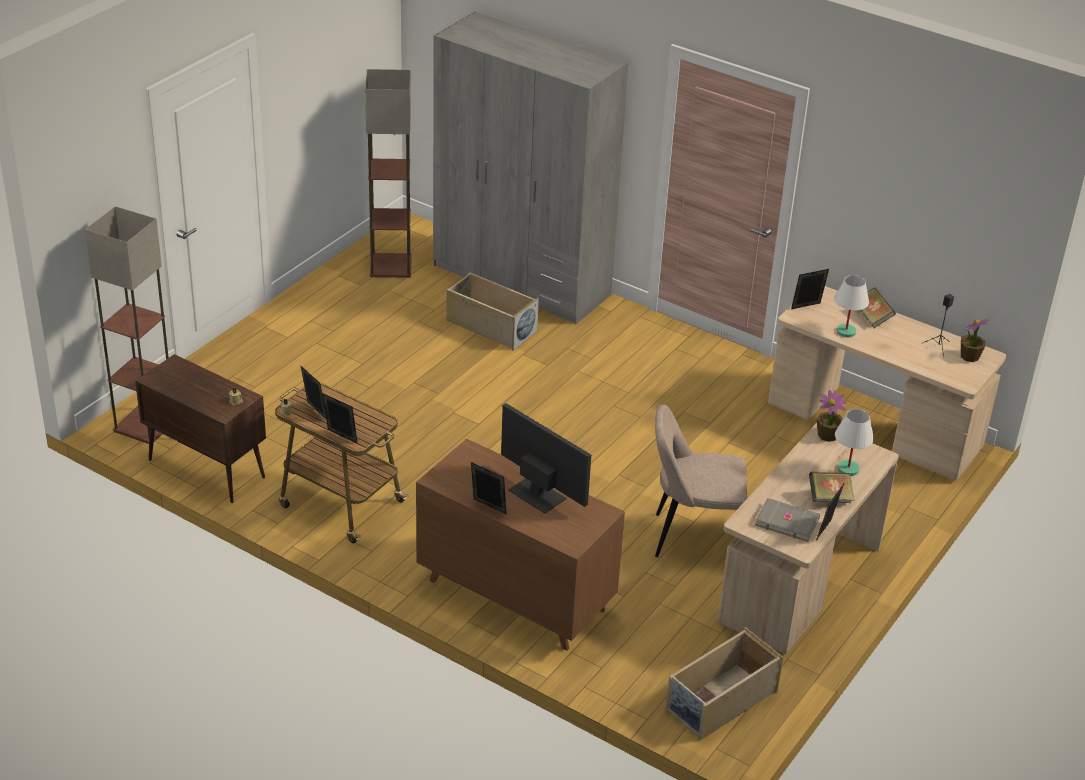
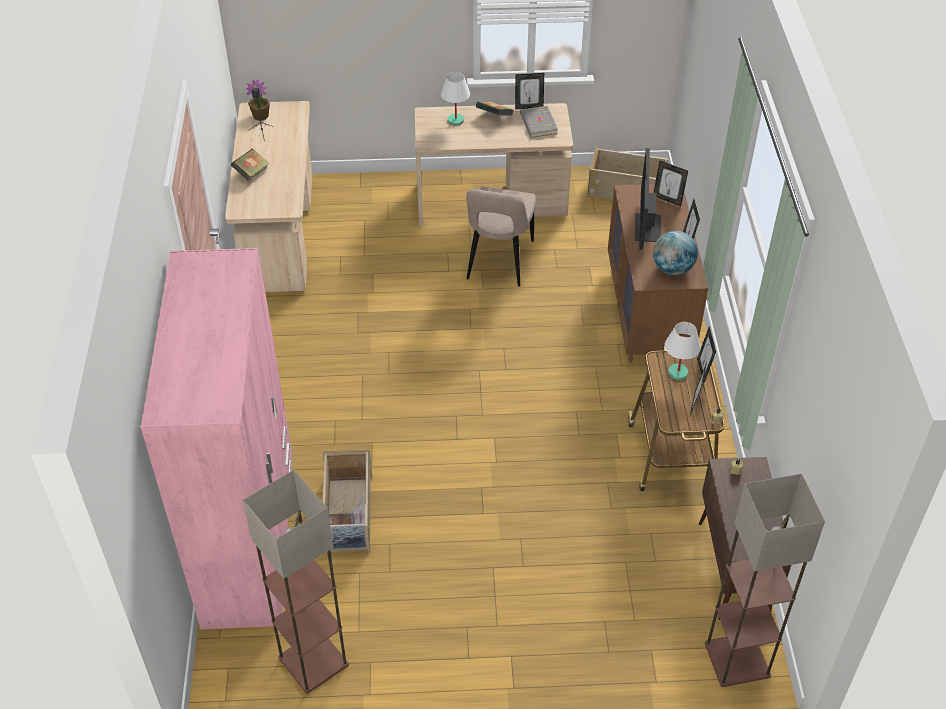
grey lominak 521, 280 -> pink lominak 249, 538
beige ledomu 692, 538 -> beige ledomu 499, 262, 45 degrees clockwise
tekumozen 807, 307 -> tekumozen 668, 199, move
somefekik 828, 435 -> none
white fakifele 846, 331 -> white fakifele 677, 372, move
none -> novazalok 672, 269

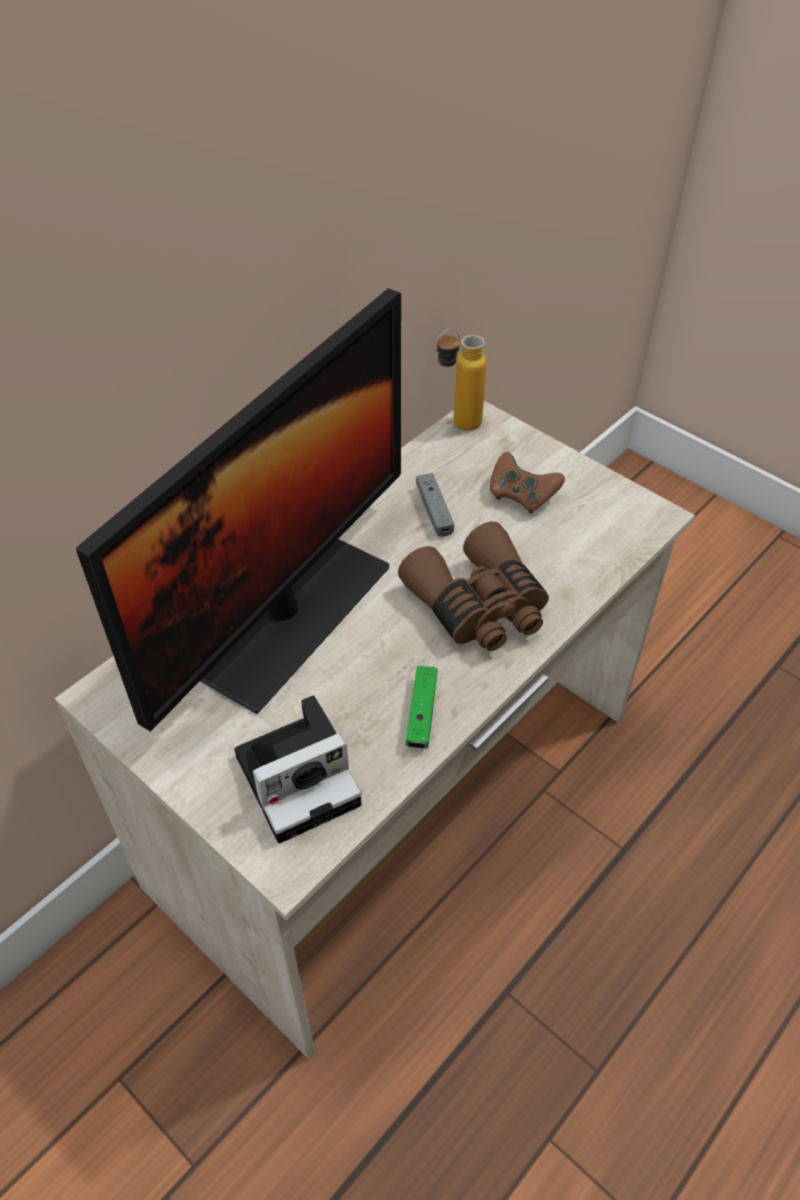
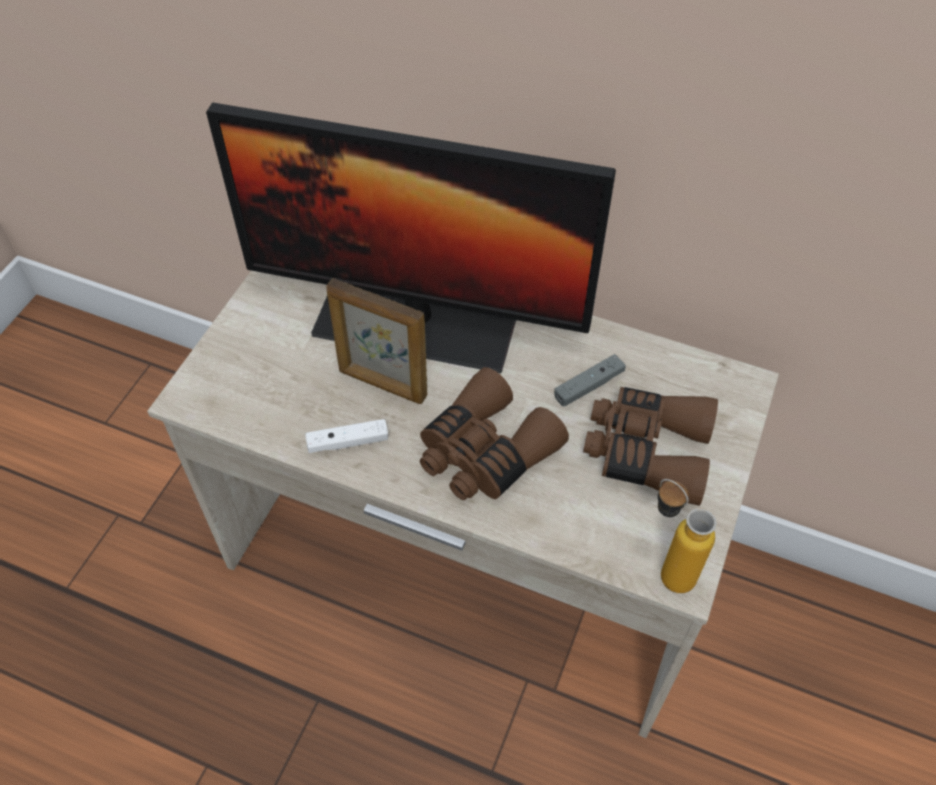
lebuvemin 301, 776 -> none
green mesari 421, 713 -> white mesari 348, 442
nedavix 456, 426 -> nedavix 665, 568, move
brown mesari 521, 496 -> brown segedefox 646, 451
none -> tekumozen 382, 384

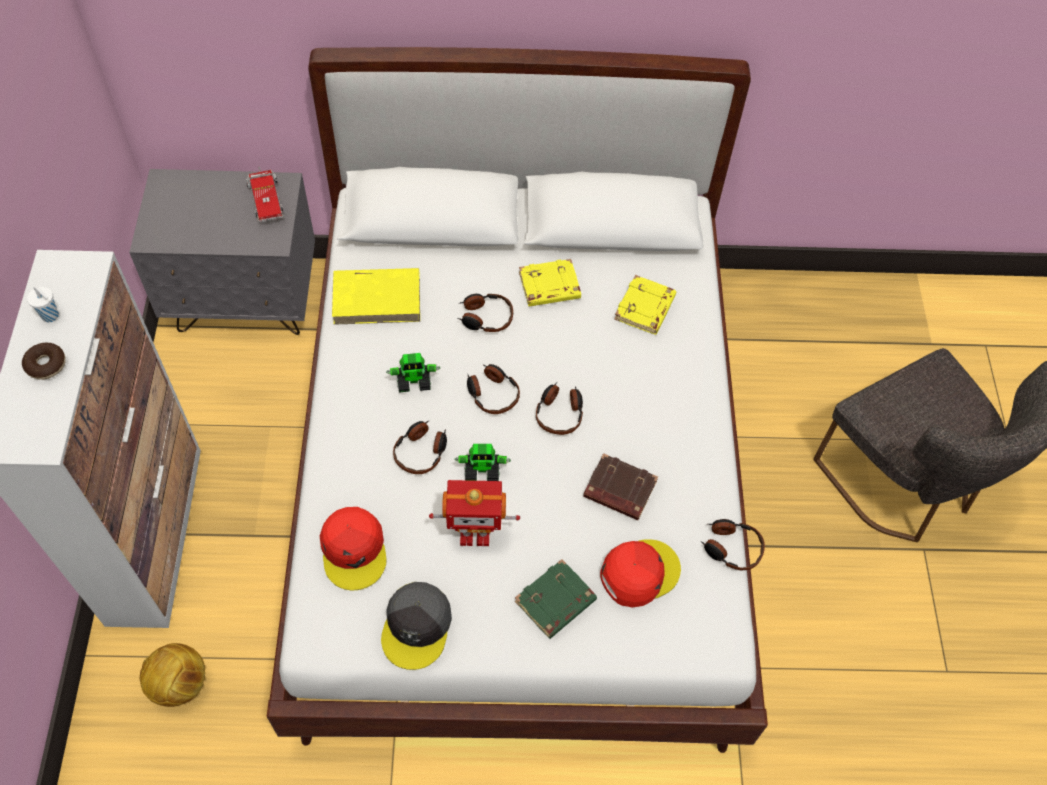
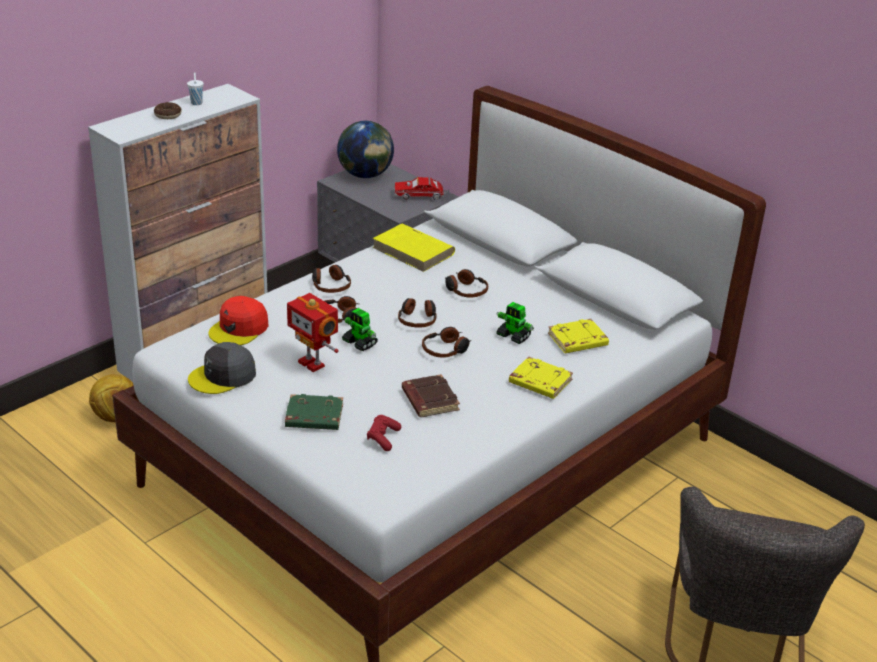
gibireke 265, 199 -> gibireke 421, 196, 60 degrees clockwise
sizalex 414, 381 -> sizalex 513, 336, move
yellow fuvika 549, 287 -> yellow fuvika 539, 382, move
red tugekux 639, 573 -> red mesari 383, 438
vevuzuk 731, 547 -> vevuzuk 330, 285, move
none -> novazalok 365, 175

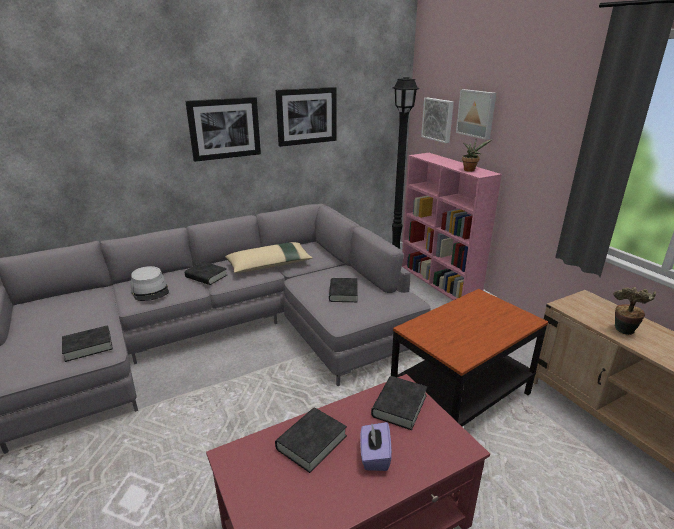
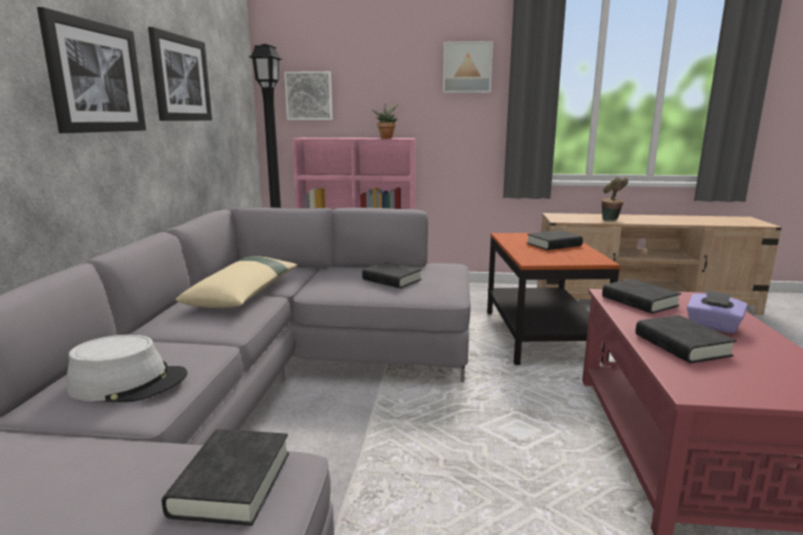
black fuvika 206, 276 -> black fuvika 554, 245, move
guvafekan 476, 113 -> guvafekan 467, 67, move

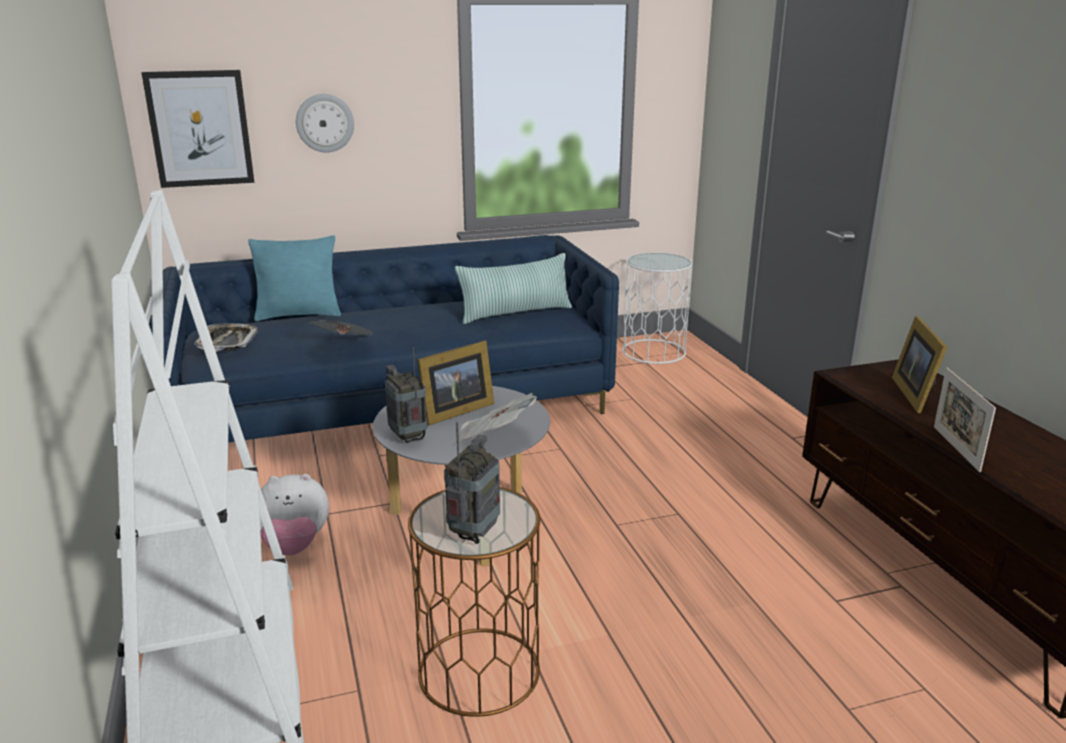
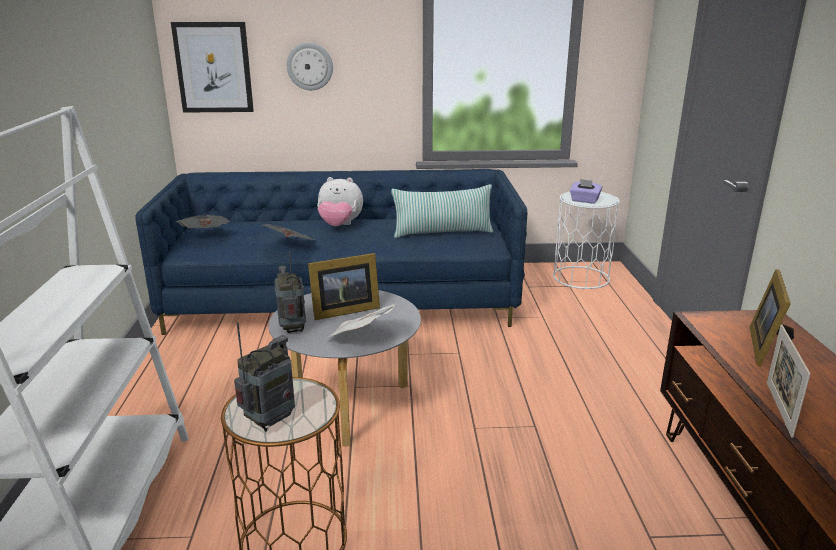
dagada 227, 342 -> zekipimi 206, 235
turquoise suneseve 299, 315 -> none
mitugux 295, 545 -> mitugux 340, 226, move
none -> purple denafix 584, 201

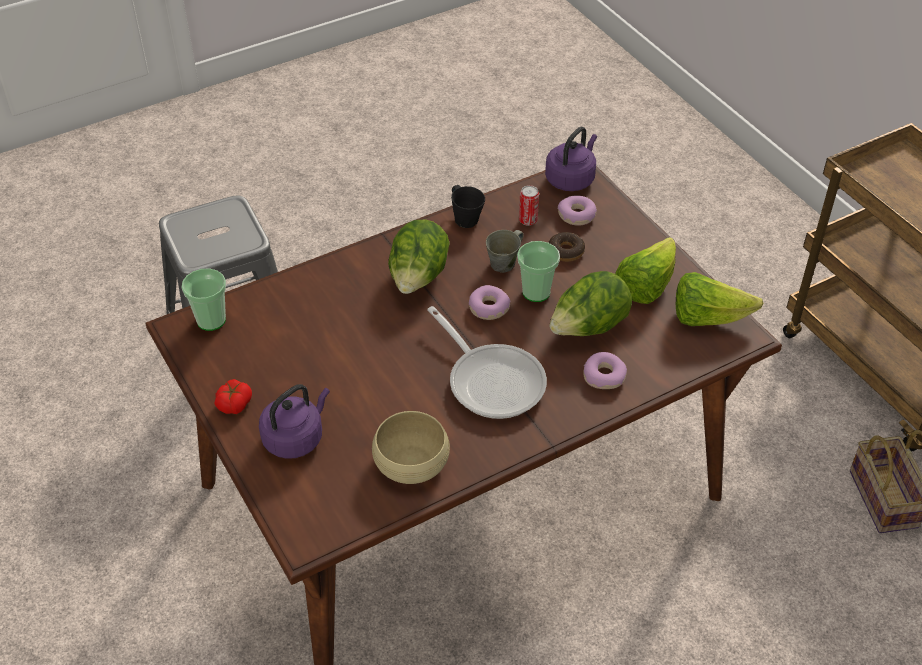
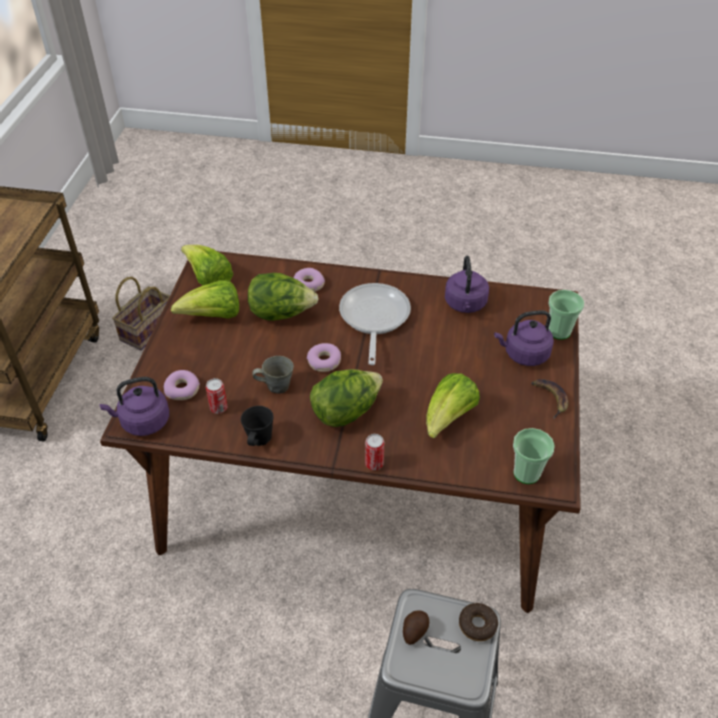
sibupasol 234, 404 -> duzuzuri 550, 398
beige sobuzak 411, 462 -> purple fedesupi 465, 305
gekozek 536, 292 -> gekozek 559, 331, move
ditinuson 566, 251 -> ditinuson 477, 625, move
none -> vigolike 374, 464
none -> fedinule 414, 630
none -> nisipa 448, 418

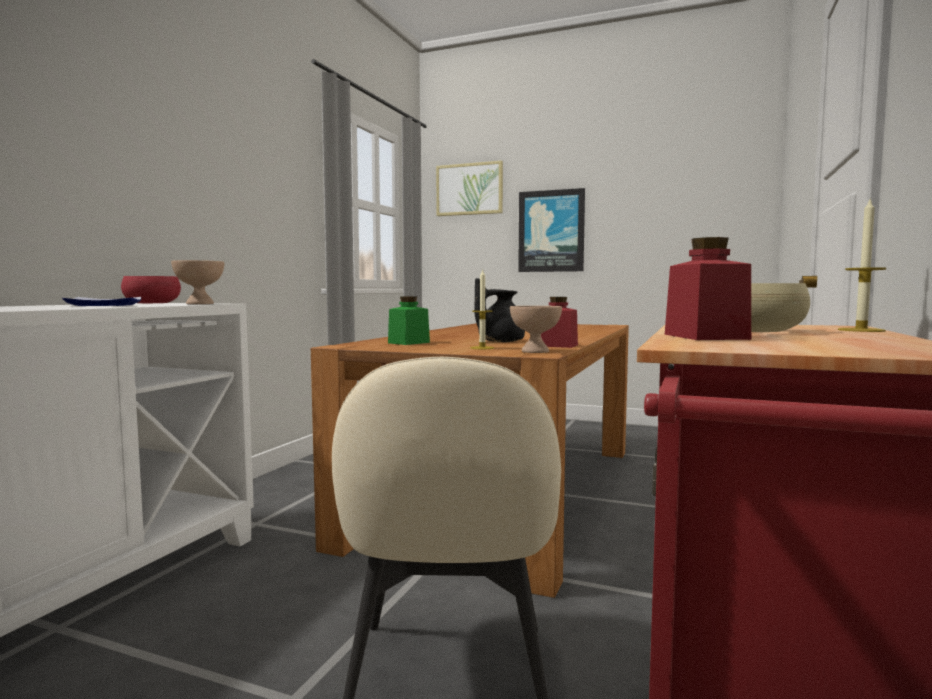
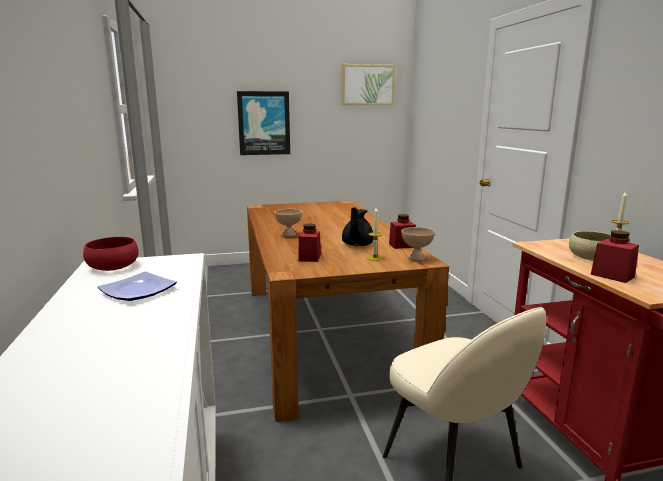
beige sobuzak 199, 304 -> beige sobuzak 289, 235, move
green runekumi 409, 343 -> red runekumi 309, 257
guvafekan 469, 189 -> guvafekan 367, 85, move

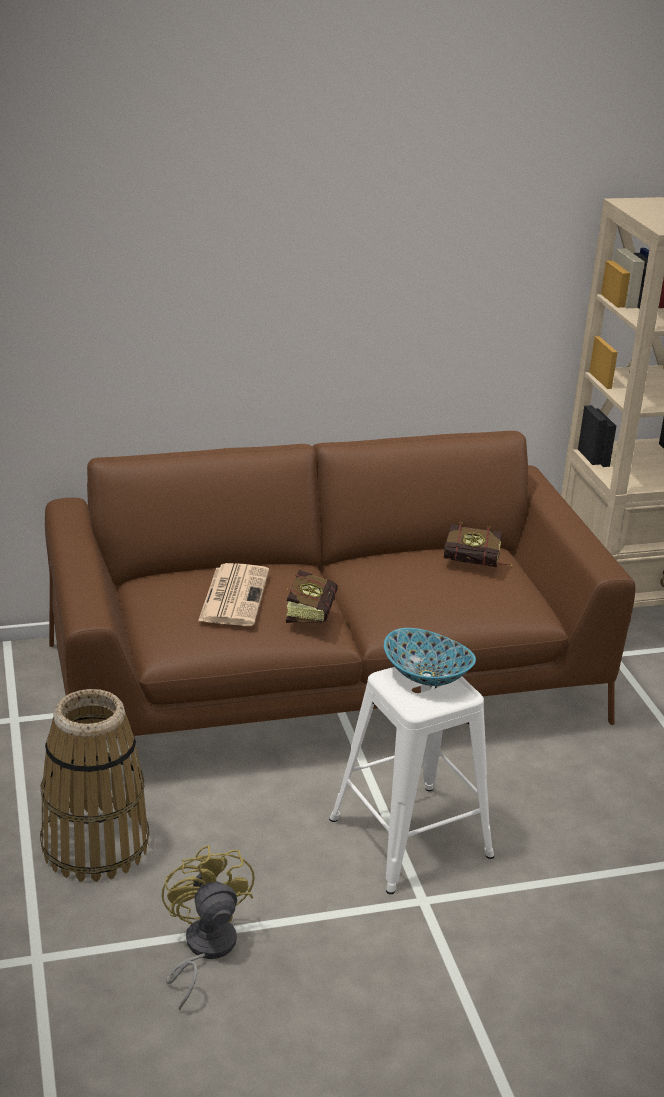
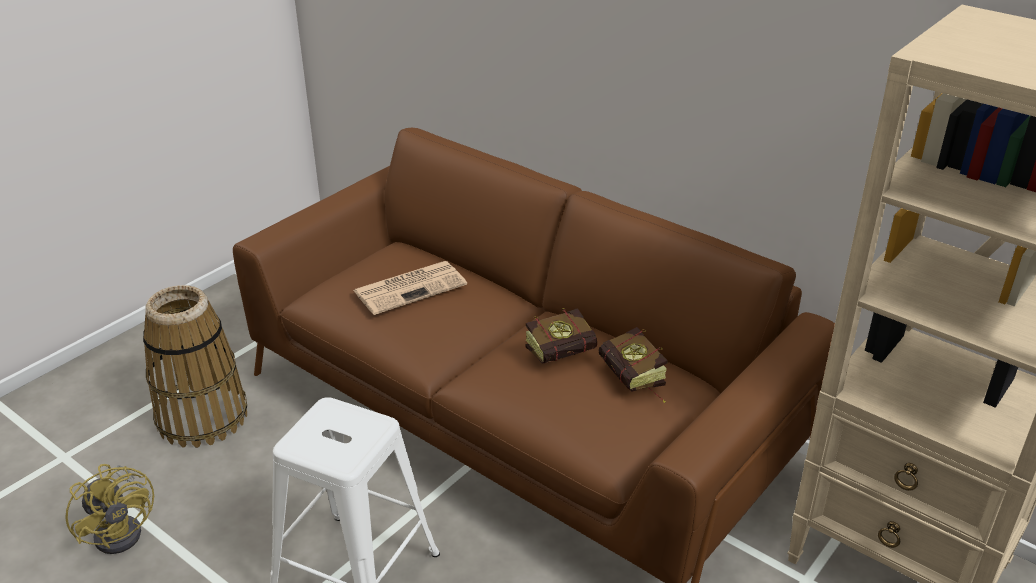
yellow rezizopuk 203, 949 -> yellow rezizopuk 124, 529, 105 degrees clockwise
fuvika 311, 612 -> fuvika 567, 353, move
sobuzak 427, 675 -> none

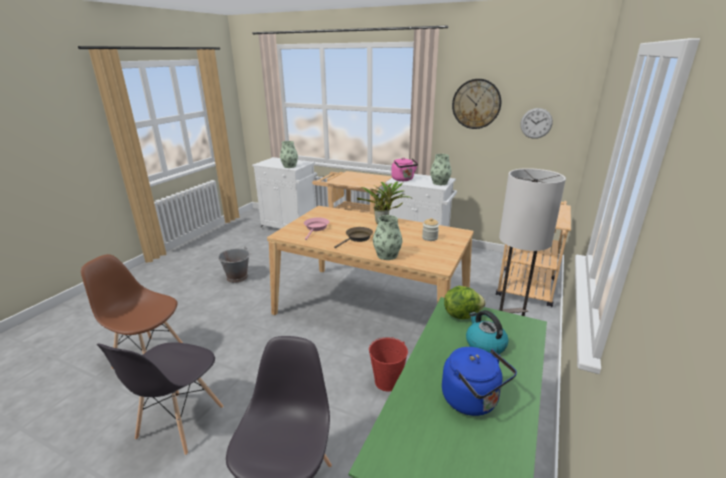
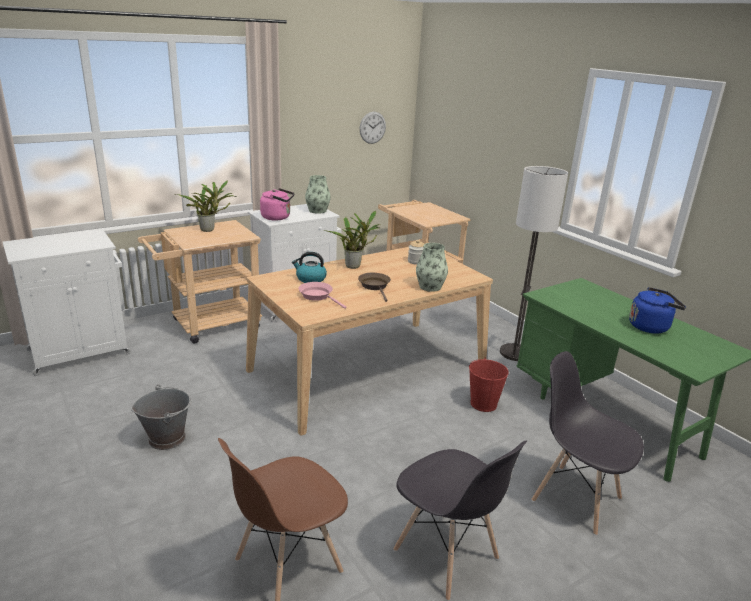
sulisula 289, 166 -> none
nisipa 461, 314 -> none
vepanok 476, 104 -> none
fedesupi 484, 344 -> fedesupi 310, 279, move
none -> somefekik 209, 230

